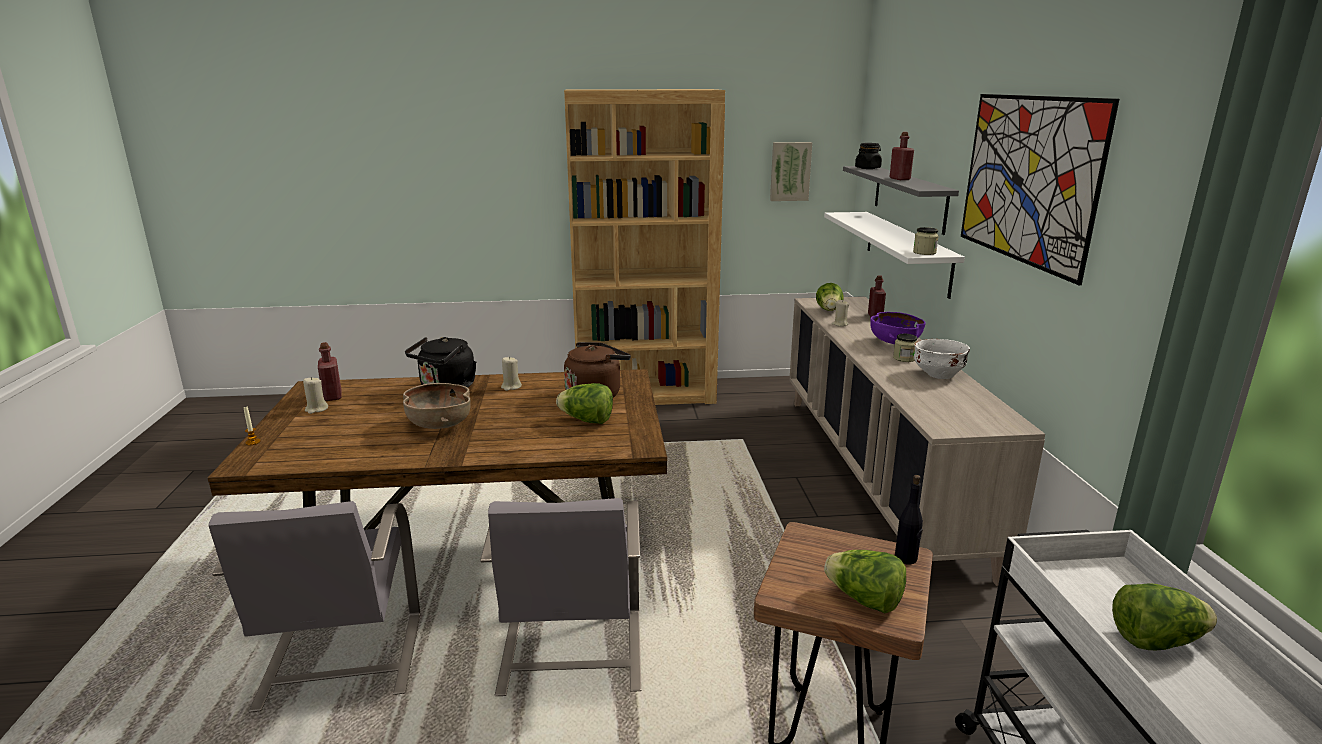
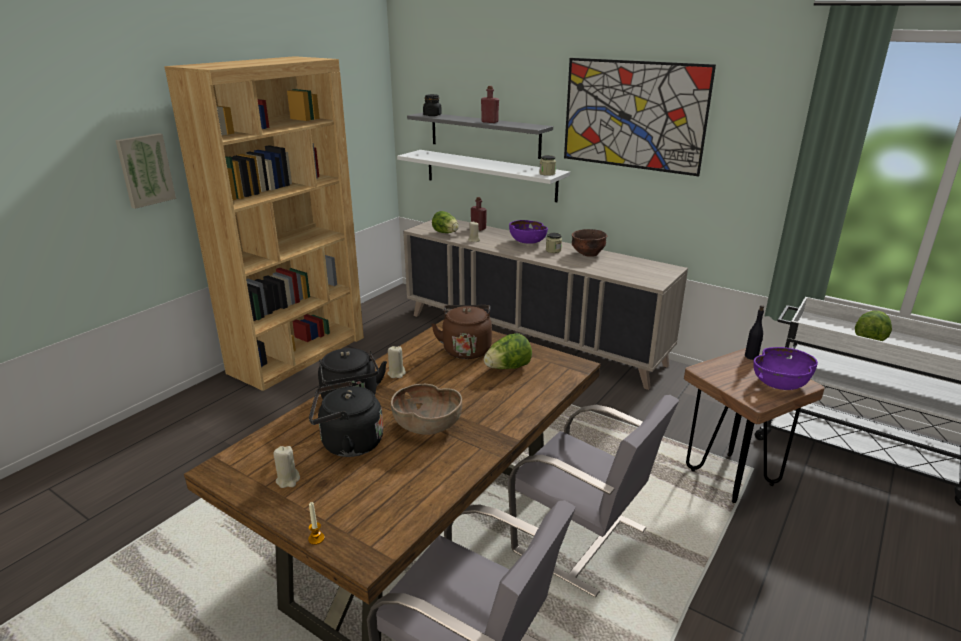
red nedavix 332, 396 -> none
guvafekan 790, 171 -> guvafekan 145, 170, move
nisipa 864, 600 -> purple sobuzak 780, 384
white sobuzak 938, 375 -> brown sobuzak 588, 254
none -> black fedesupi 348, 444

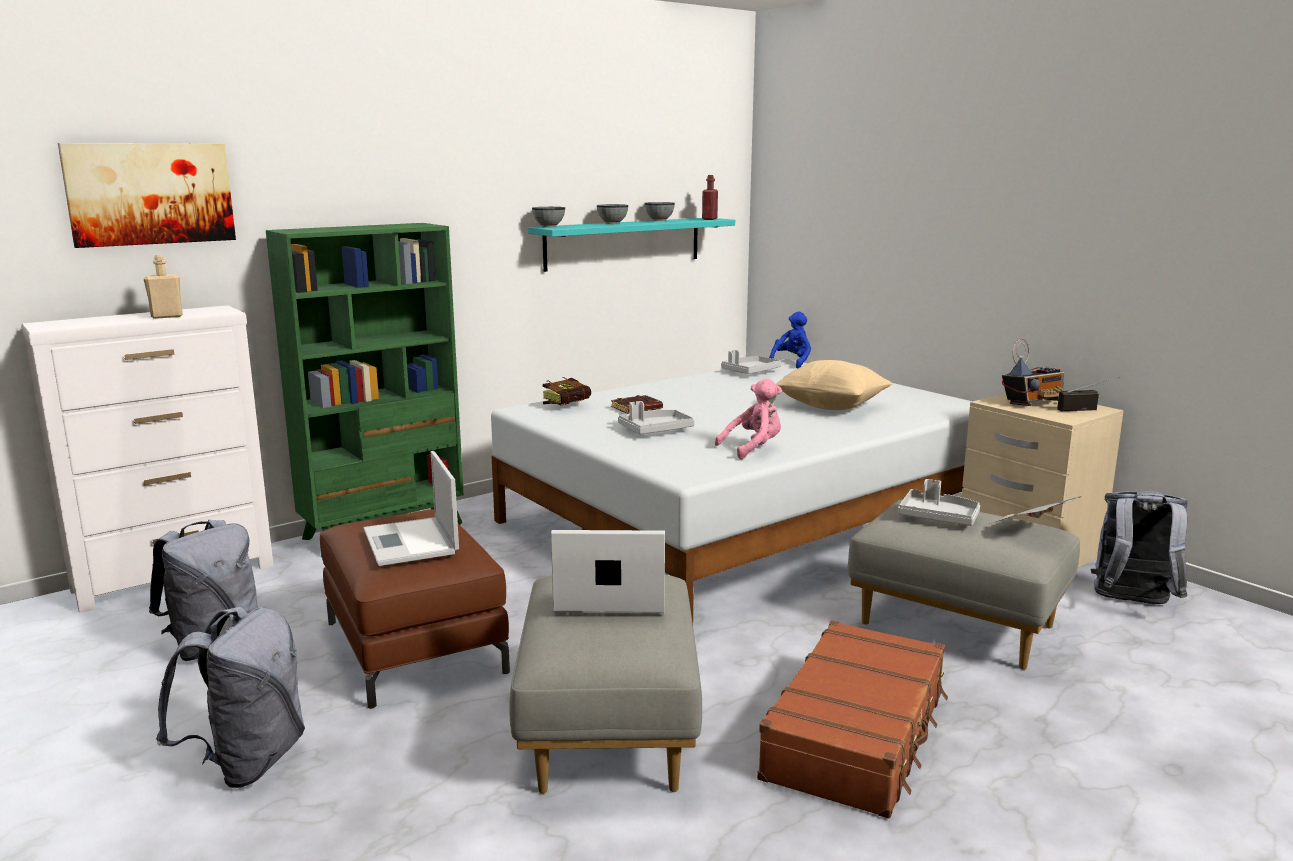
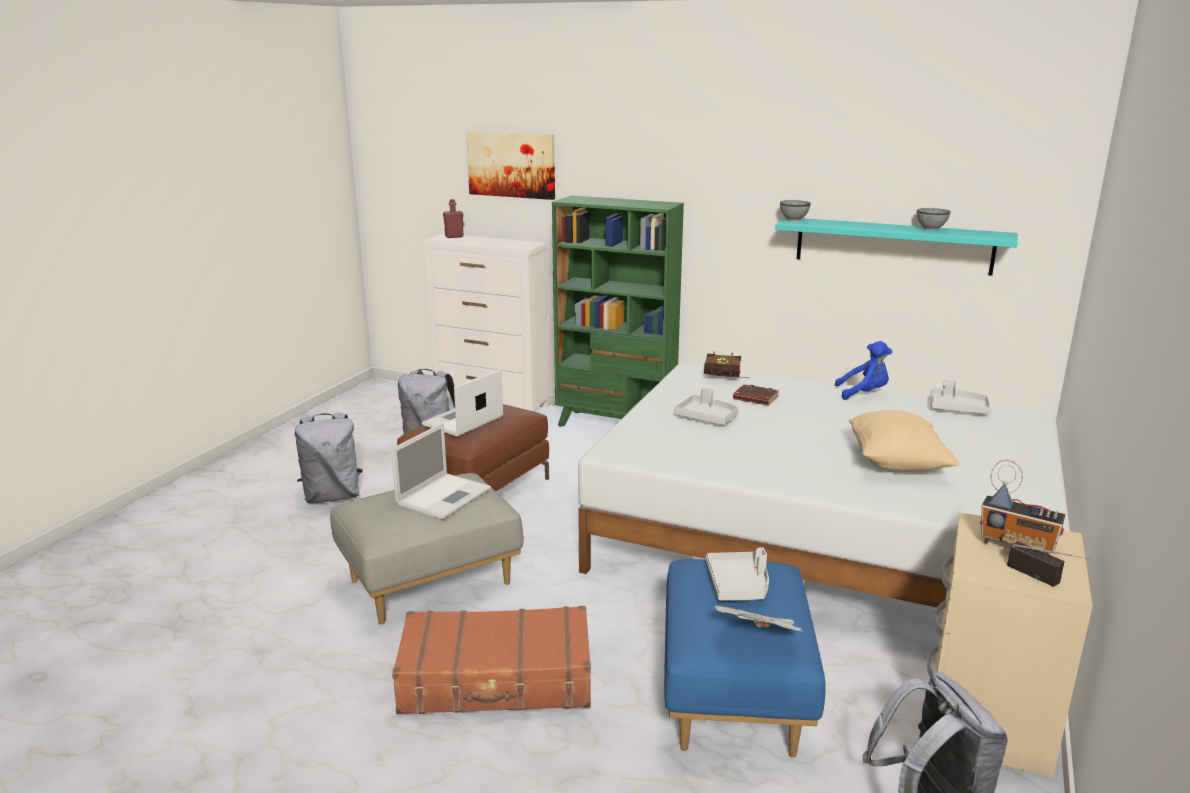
beige nedavix 167, 316 -> none
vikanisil 608, 597 -> vikanisil 444, 496, 60 degrees clockwise
grey sobuzak 612, 223 -> none
red nedavix 709, 219 -> red nedavix 454, 236, move
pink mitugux 753, 448 -> none
blue mitugux 792, 362 -> blue mitugux 864, 393, move
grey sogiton 958, 625 -> blue sogiton 735, 697

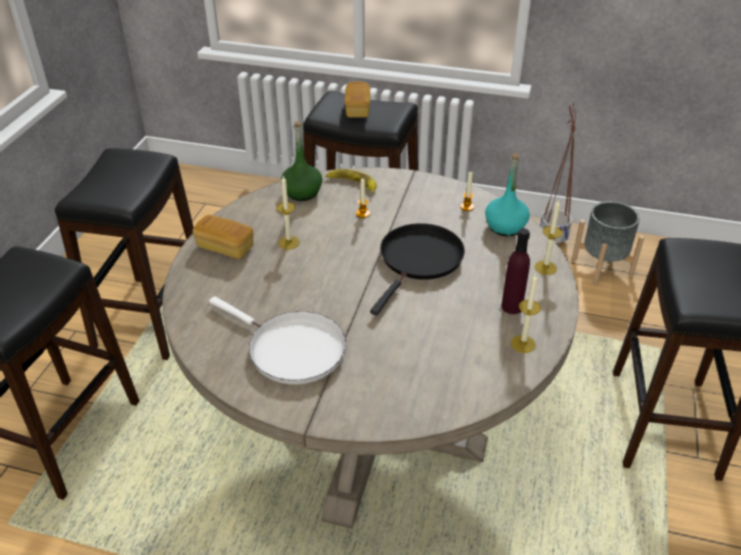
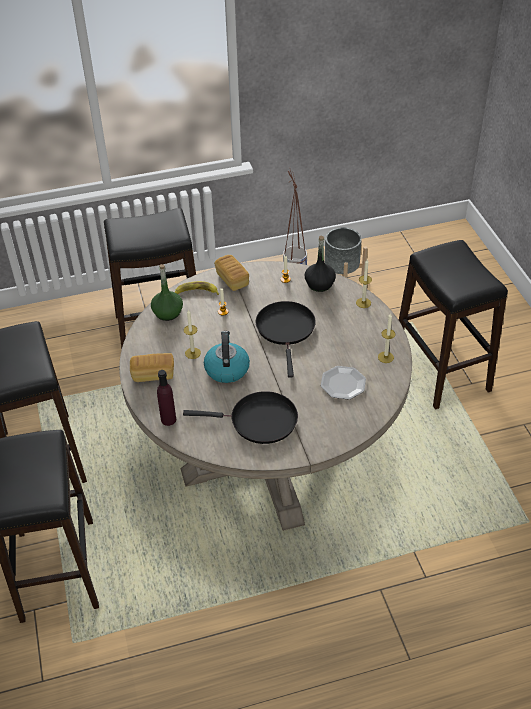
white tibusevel 291, 349 -> black tibusevel 259, 421
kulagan 357, 109 -> kulagan 232, 279, move
turquoise nedavix 505, 227 -> black nedavix 320, 284
purple nedavix 511, 307 -> purple nedavix 168, 419, move
none -> fedesupi 226, 369
none -> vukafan 342, 383

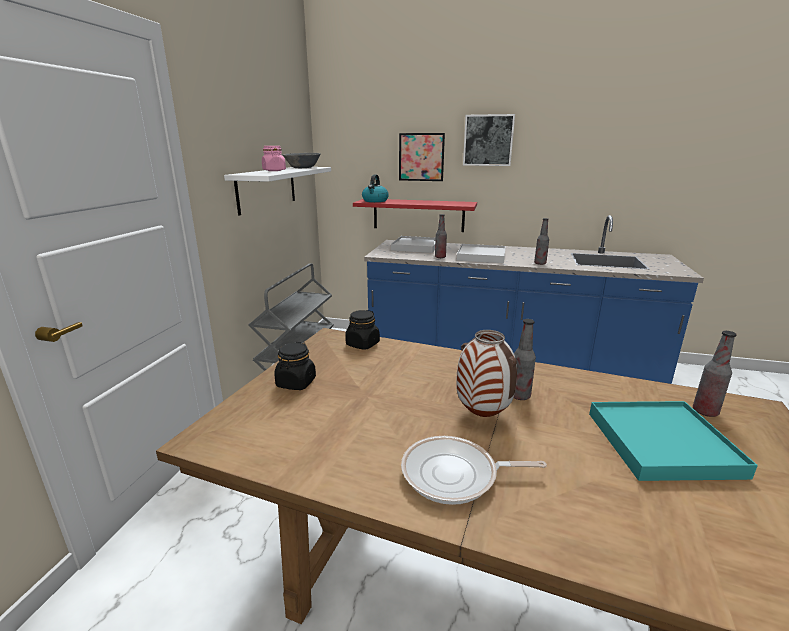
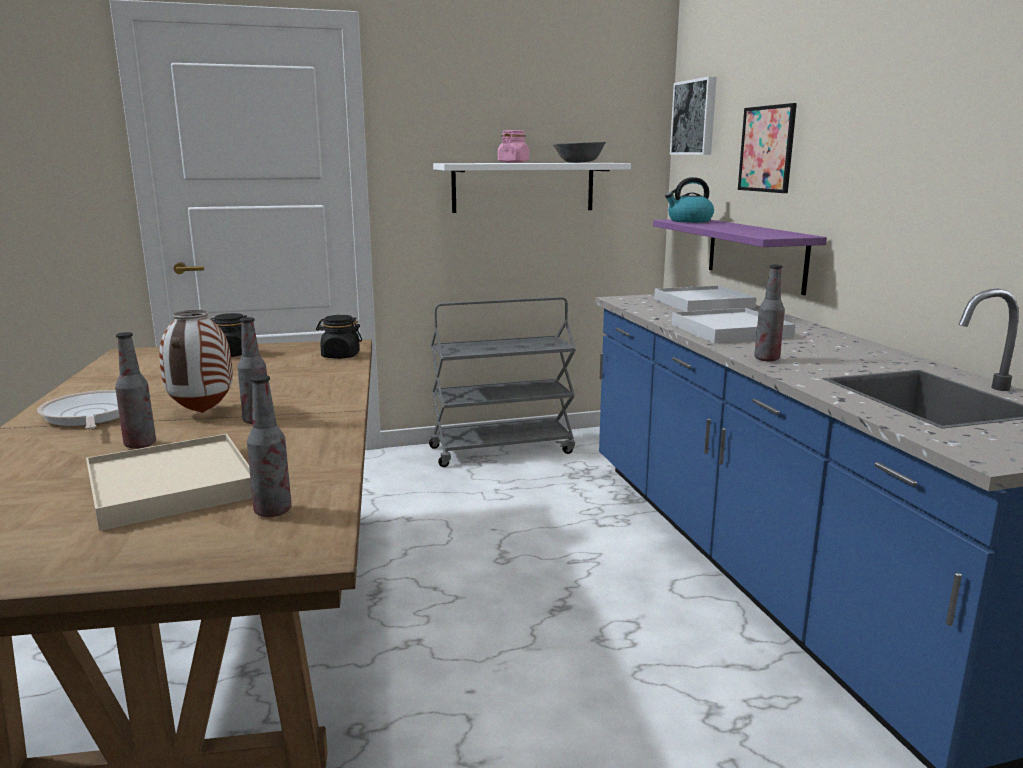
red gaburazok 418, 215 -> purple gaburazok 755, 254
nedavix 440, 257 -> nedavix 140, 444, move
guvafekan 488, 140 -> guvafekan 695, 117, move
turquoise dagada 661, 443 -> beige dagada 171, 486

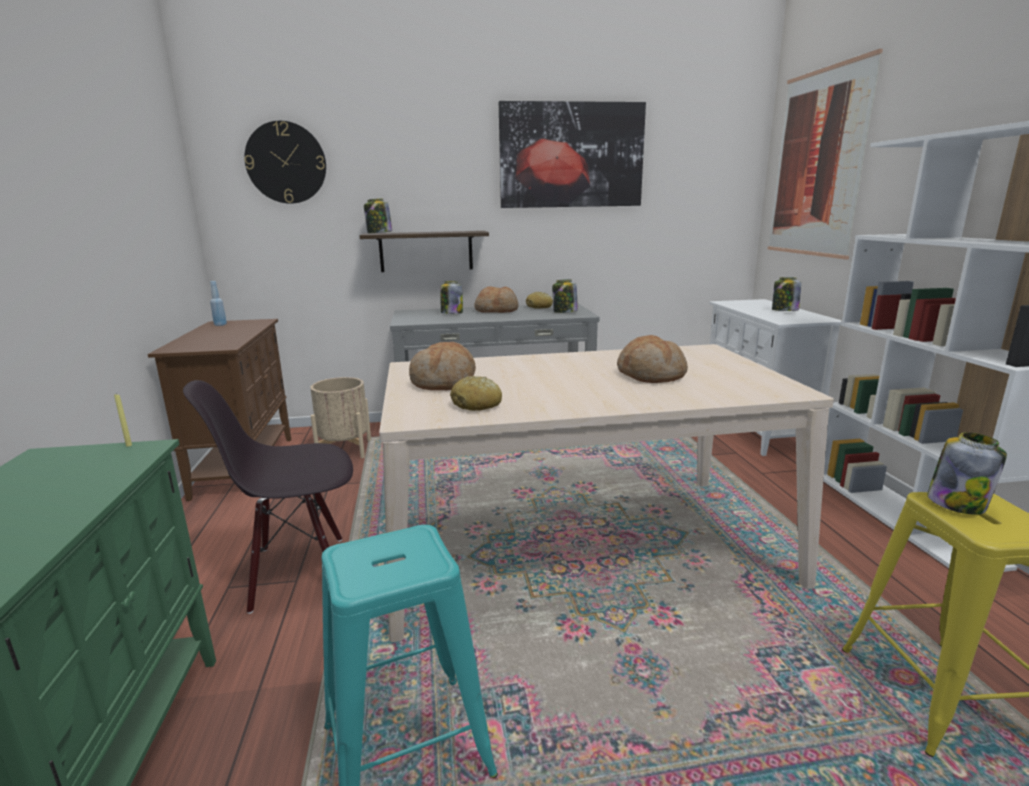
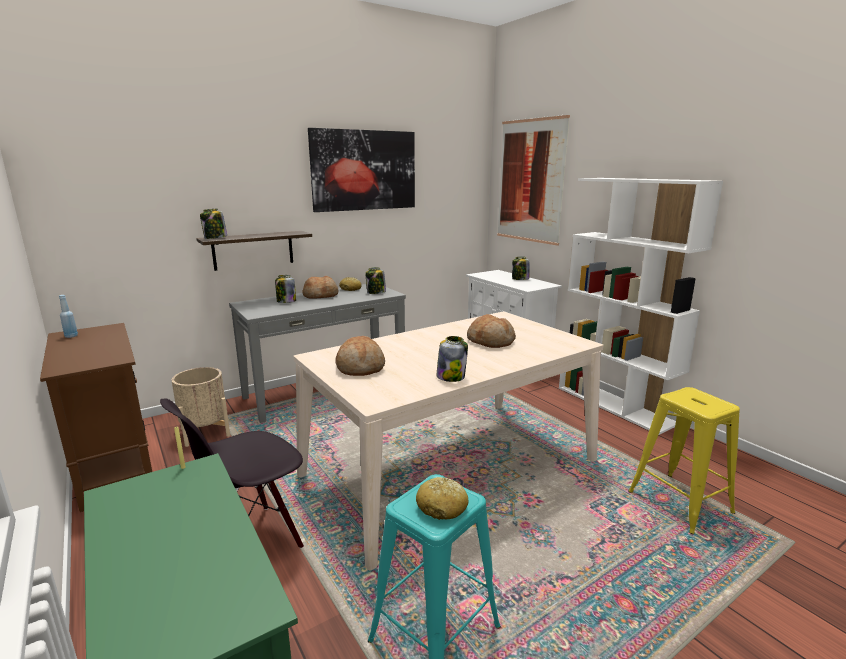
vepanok 286, 163 -> none
kulagan 477, 404 -> kulagan 442, 507, move
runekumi 957, 503 -> runekumi 451, 377, move

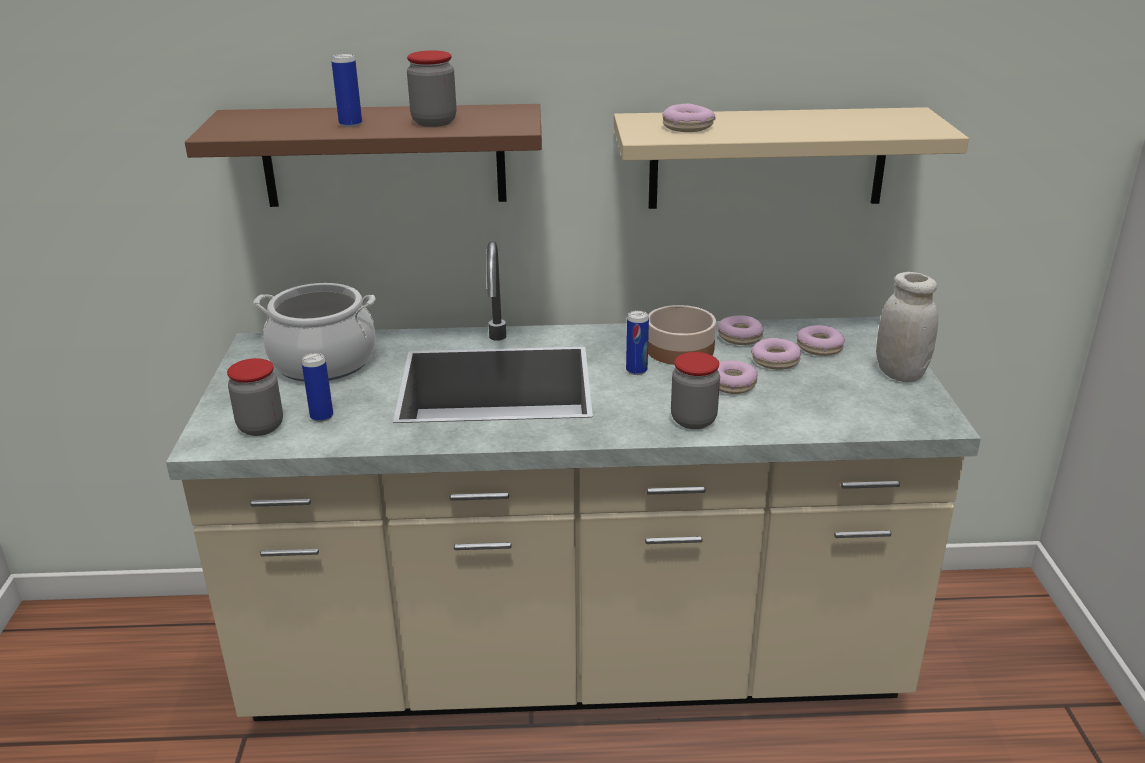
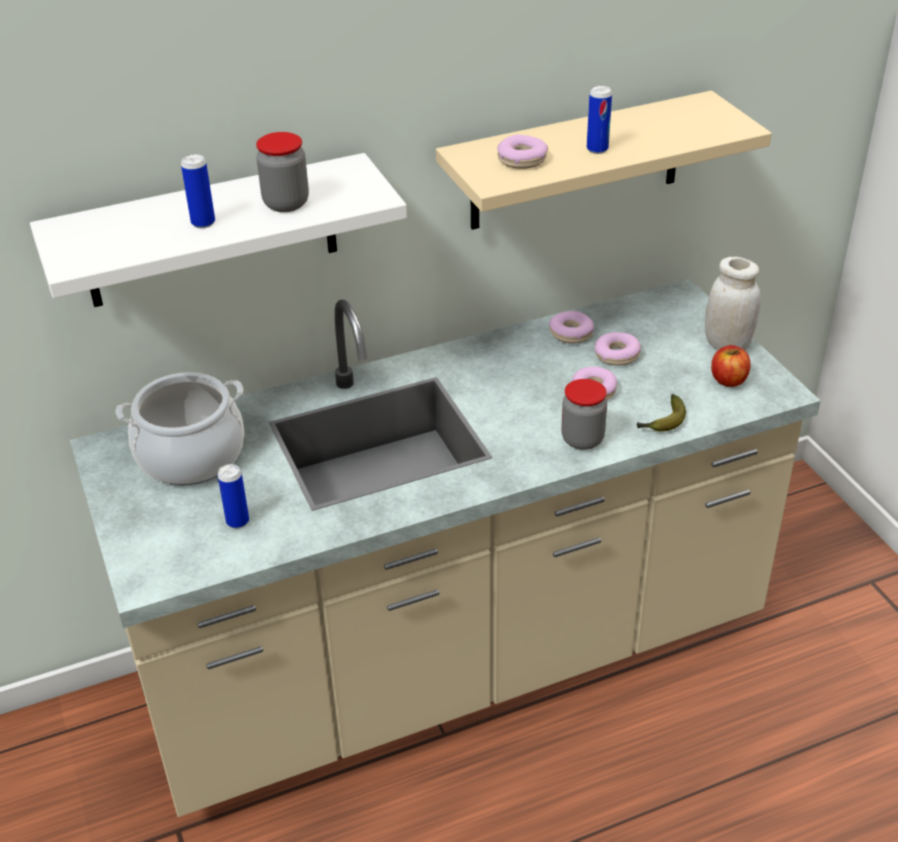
brown gaburazok 384, 155 -> white gaburazok 211, 232
runekumi 260, 426 -> none
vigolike 636, 370 -> vigolike 597, 149, move
sobuzak 678, 349 -> none
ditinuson 819, 347 -> none
none -> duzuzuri 662, 422
none -> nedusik 728, 380

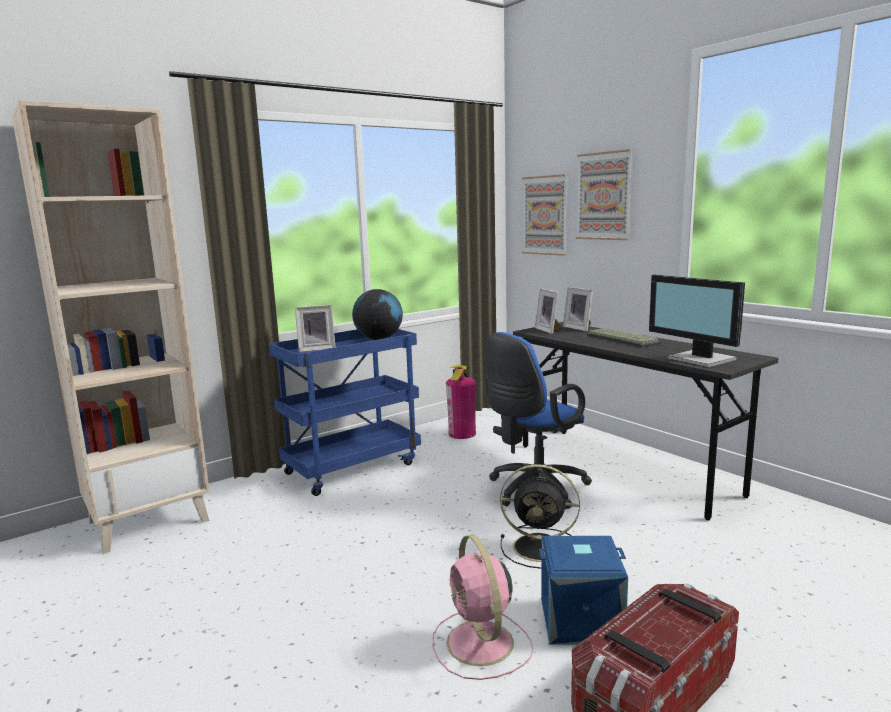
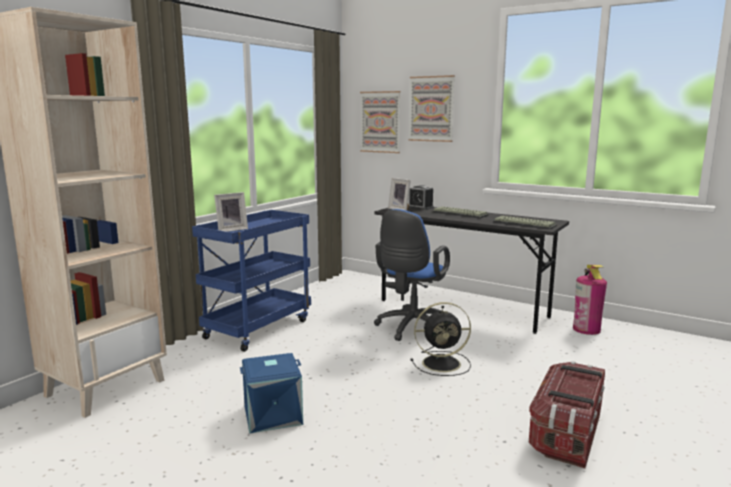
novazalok 378, 339 -> none
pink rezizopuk 481, 644 -> none
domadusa 462, 433 -> domadusa 586, 329, move
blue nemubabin 580, 621 -> blue nemubabin 272, 416, move
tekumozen 579, 328 -> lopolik 420, 207
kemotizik 700, 359 -> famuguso 525, 224

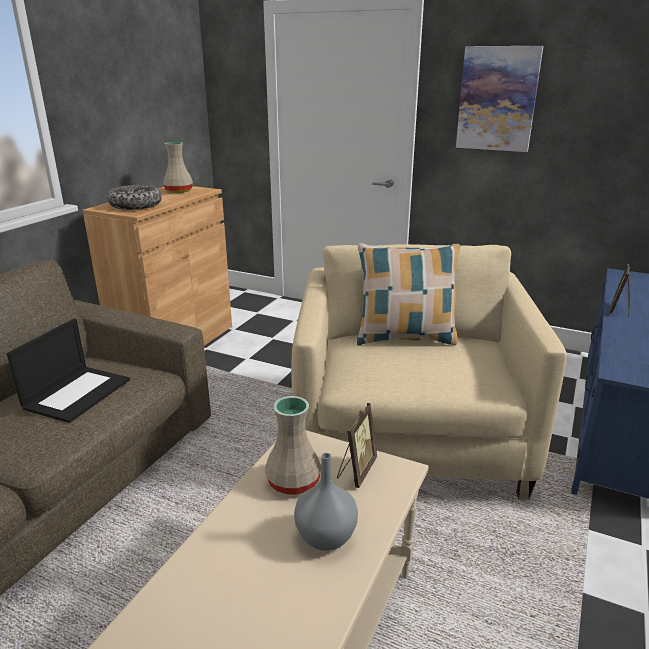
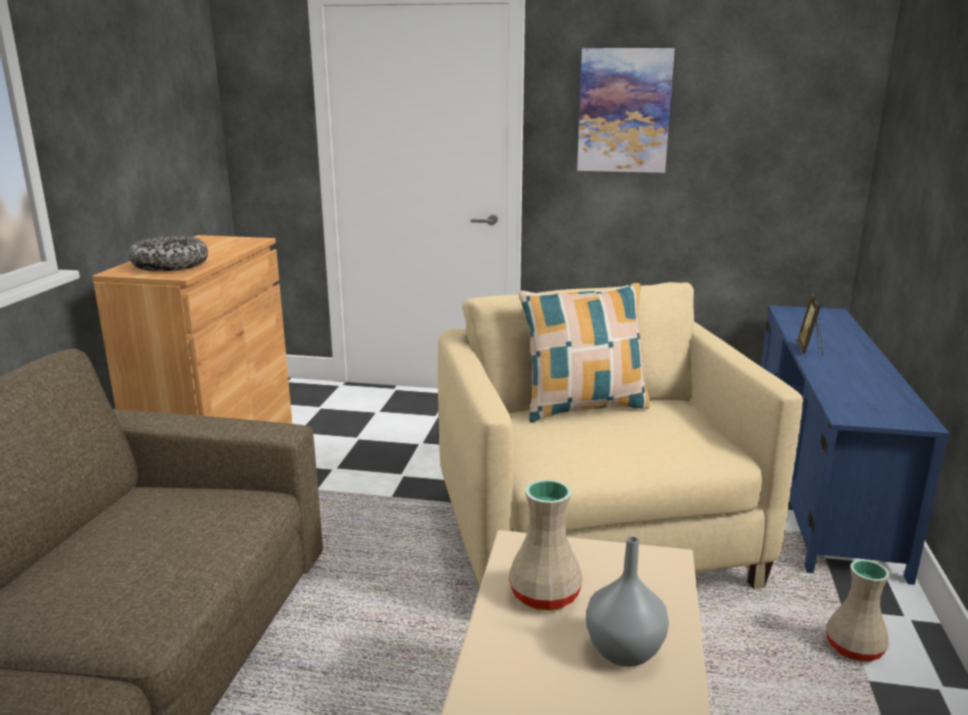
vikanisil 77, 393 -> none
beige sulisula 179, 191 -> beige sulisula 855, 648, move
tekumozen 356, 471 -> none

